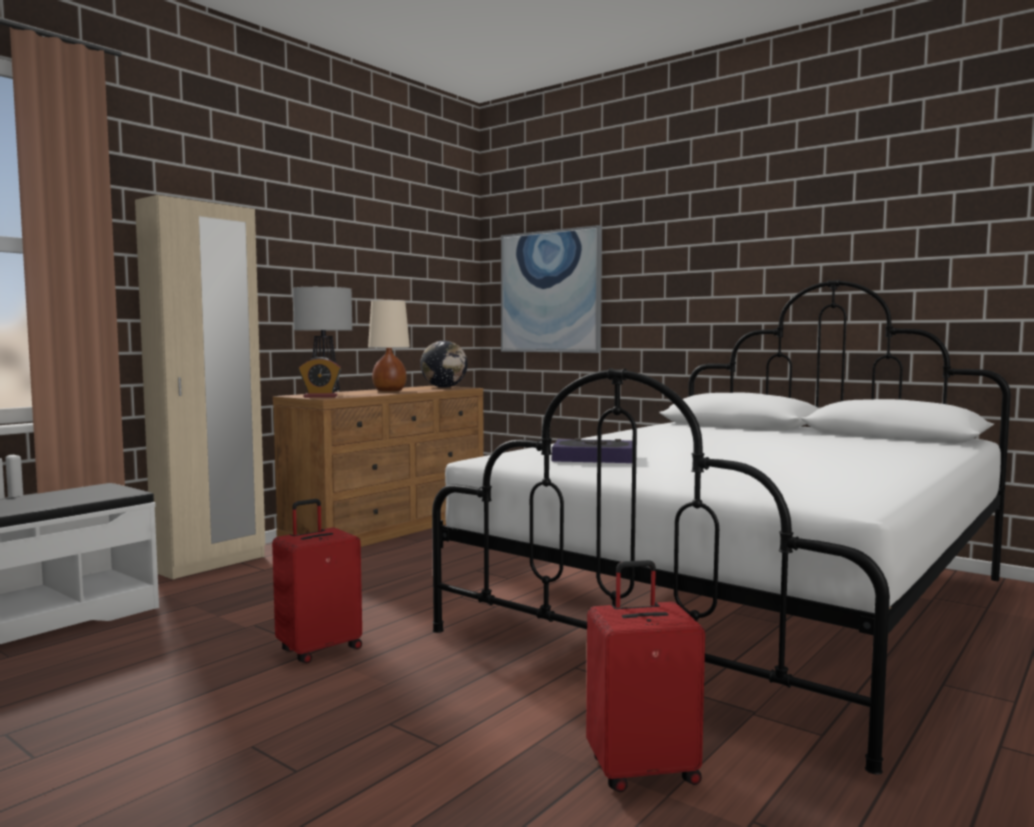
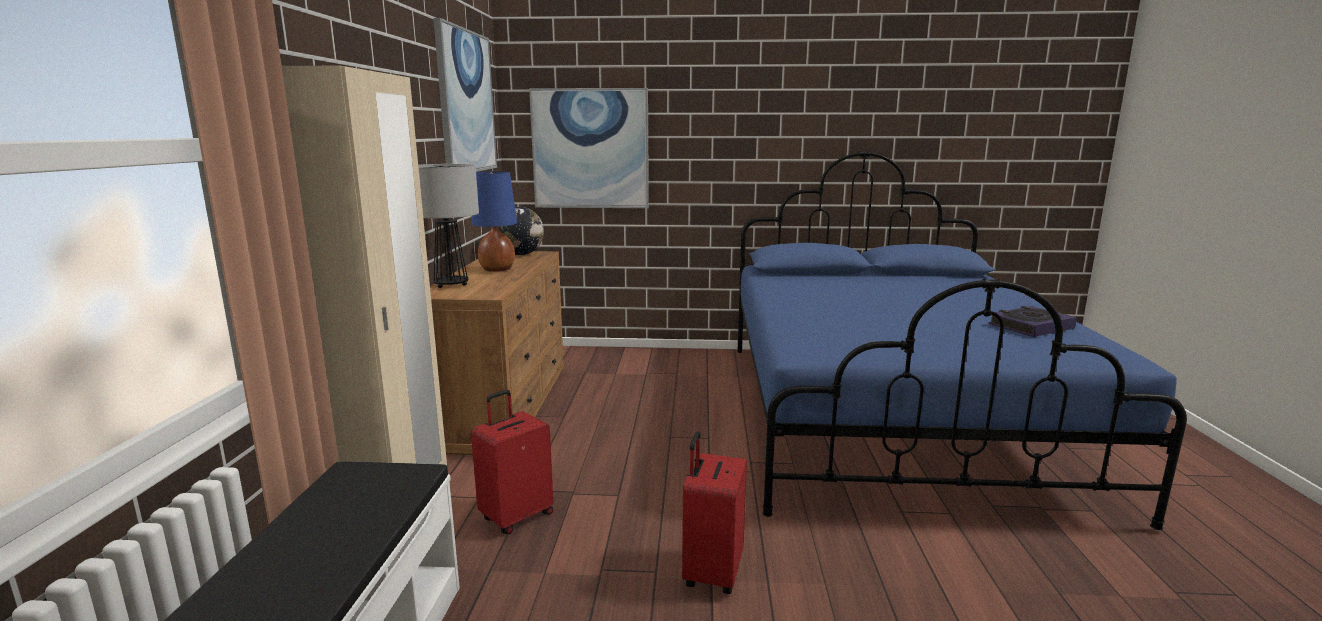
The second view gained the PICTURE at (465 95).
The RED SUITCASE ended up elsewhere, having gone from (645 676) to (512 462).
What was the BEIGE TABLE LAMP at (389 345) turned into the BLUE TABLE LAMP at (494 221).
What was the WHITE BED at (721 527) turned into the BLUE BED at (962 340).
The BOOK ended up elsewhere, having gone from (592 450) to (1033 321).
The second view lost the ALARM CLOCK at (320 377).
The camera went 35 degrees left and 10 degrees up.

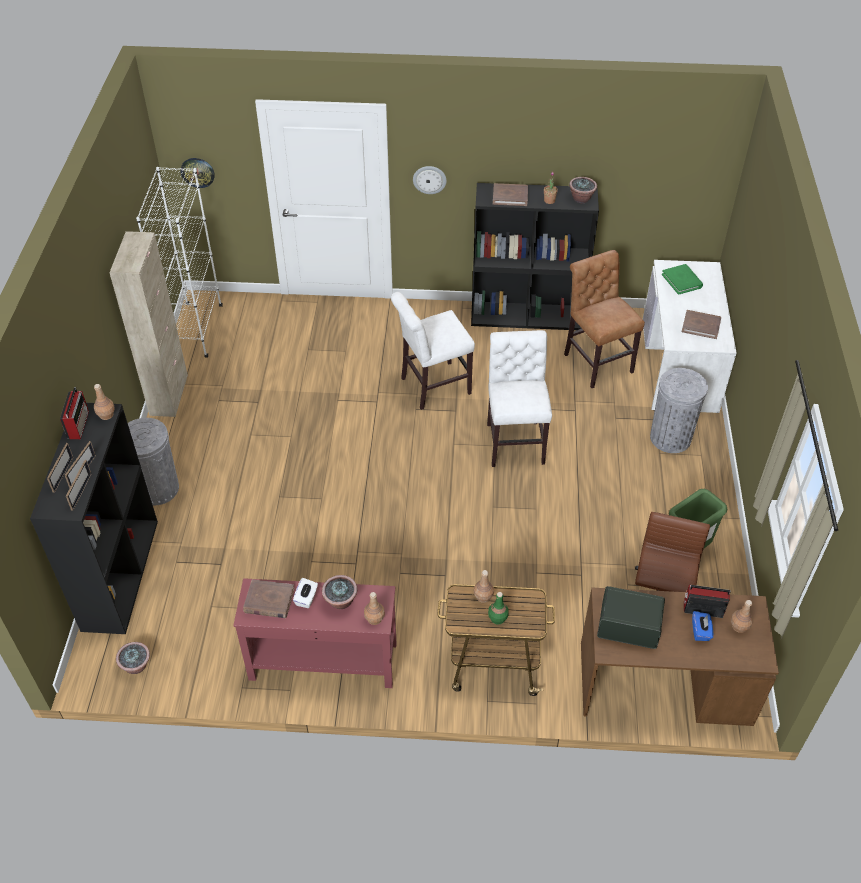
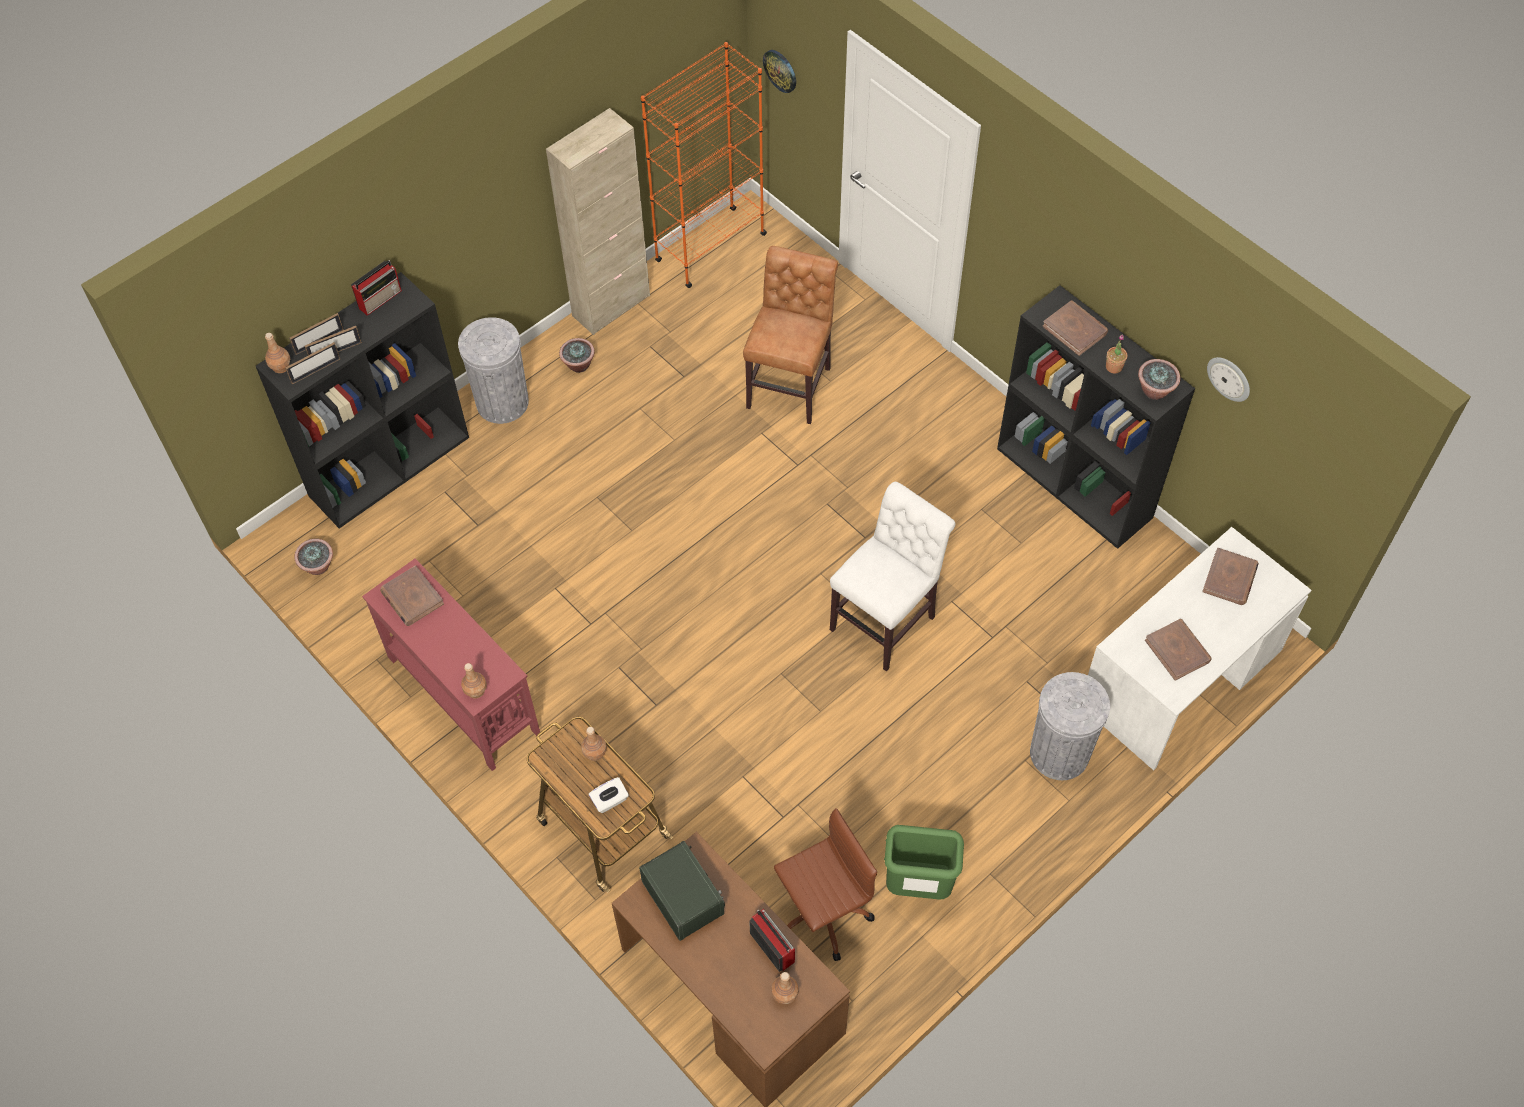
The BROWN BOTTLE ended up elsewhere, having gone from (104 402) to (277 353).
The POTTED PLANT ended up elsewhere, having gone from (340 592) to (577 355).
The WHITE TISSUE BOX ended up elsewhere, having gone from (305 593) to (609 795).
What was the WHITE BOOKCASE at (179 262) turned into the ORANGE BOOKCASE at (704 165).
The BROWN CHAIR ended up elsewhere, having gone from (604 319) to (790 335).
What was the GREEN BOOK at (682 279) turned into the BROWN BOOK at (1230 576).
The WALL CLOCK ended up elsewhere, having gone from (430 180) to (1228 379).
The second view lost the WHITE CHAIR at (433 351).
The second view lost the GREEN BOTTLE at (498 608).
The second view lost the BLUE TISSUE BOX at (702 626).
The camera went 45 degrees right and 10 degrees up.

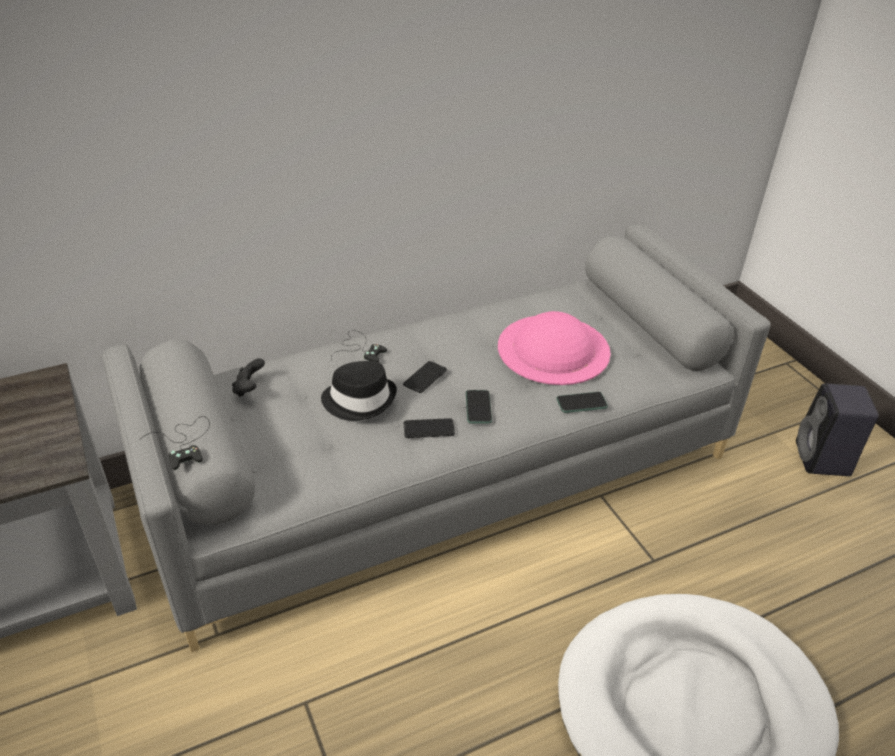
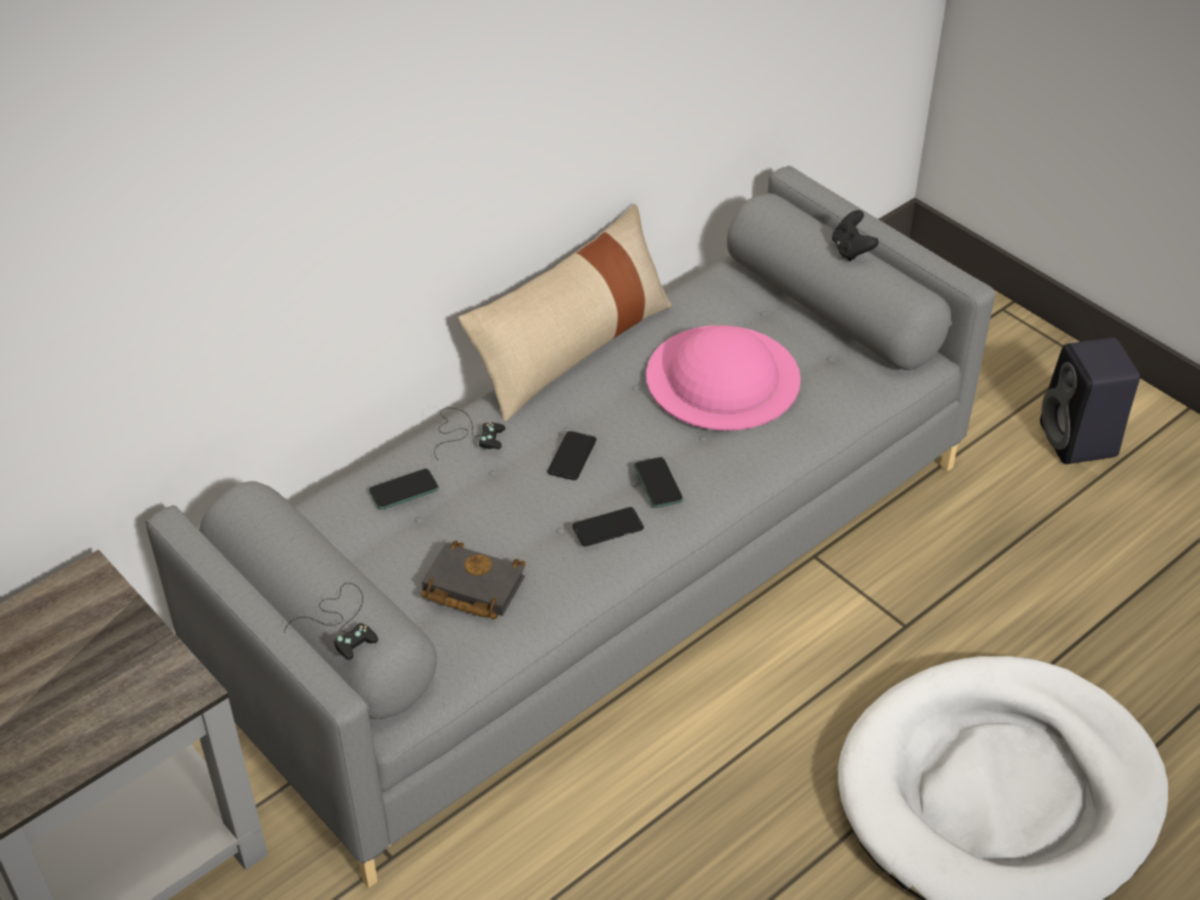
The PHONE ended up elsewhere, having gone from (582 402) to (404 489).
The second view gained the BLACK BOOK at (473 580).
The second view gained the BEIGE PILLOW at (565 312).
The BLACK GAME CONTROLLER ended up elsewhere, having gone from (248 377) to (855 235).
The second view lost the BLACK HAT at (359 391).
The camera went 15 degrees left and 5 degrees up.

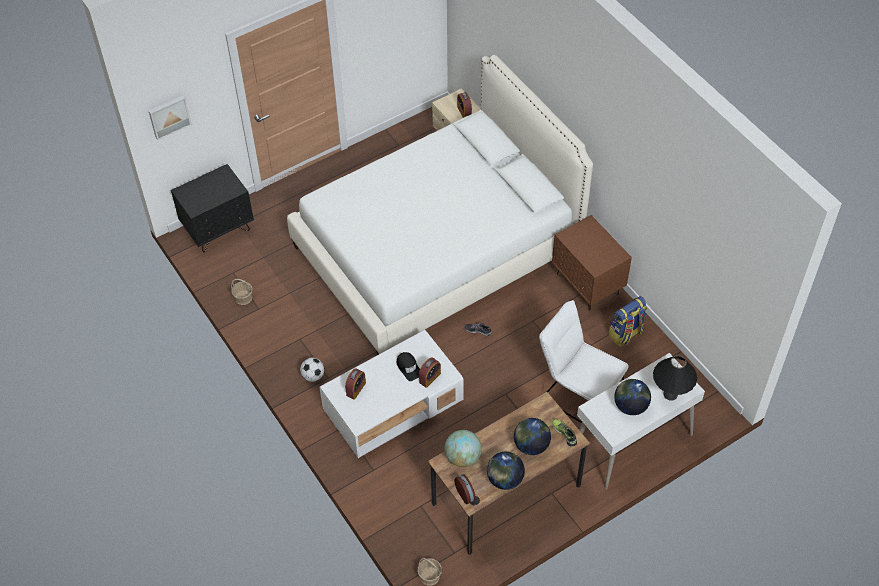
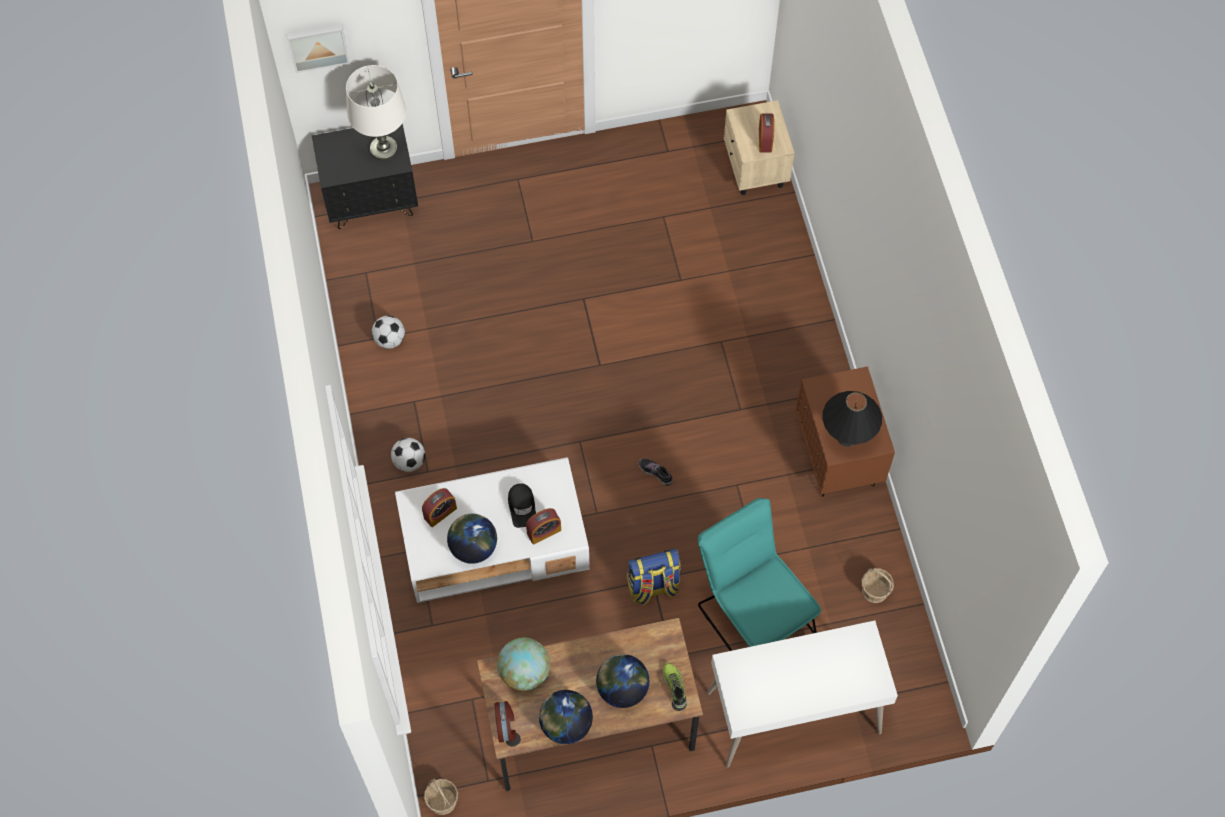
The second view gained the WHITE TABLE LAMP at (376 113).
The second view gained the FOOTBALL at (388 332).
The GLOBE ended up elsewhere, having gone from (632 397) to (472 539).
The BACKPACK ended up elsewhere, having gone from (627 321) to (654 577).
What was the WHITE CHAIR at (584 361) turned into the TURQUOISE CHAIR at (759 574).
The BLACK TABLE LAMP ended up elsewhere, having gone from (675 378) to (852 419).
The BASKET ended up elsewhere, having gone from (242 292) to (878 585).
The second view lost the WHITE BED at (440 205).
The camera went 20 degrees right and 10 degrees up.

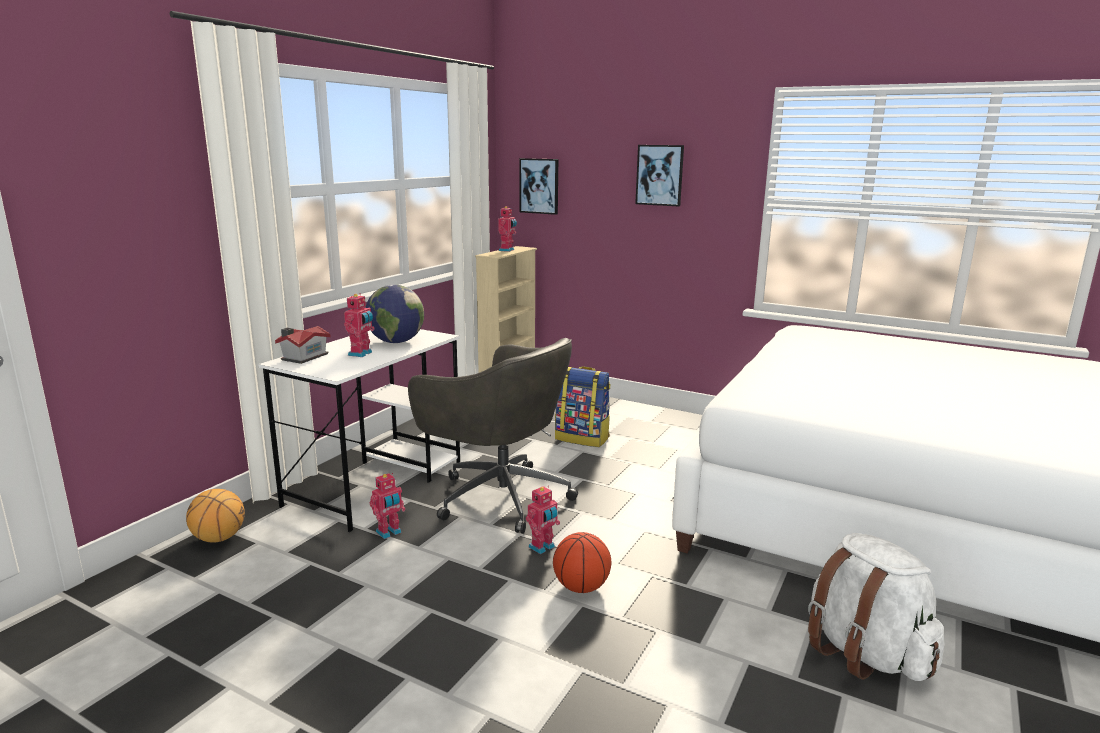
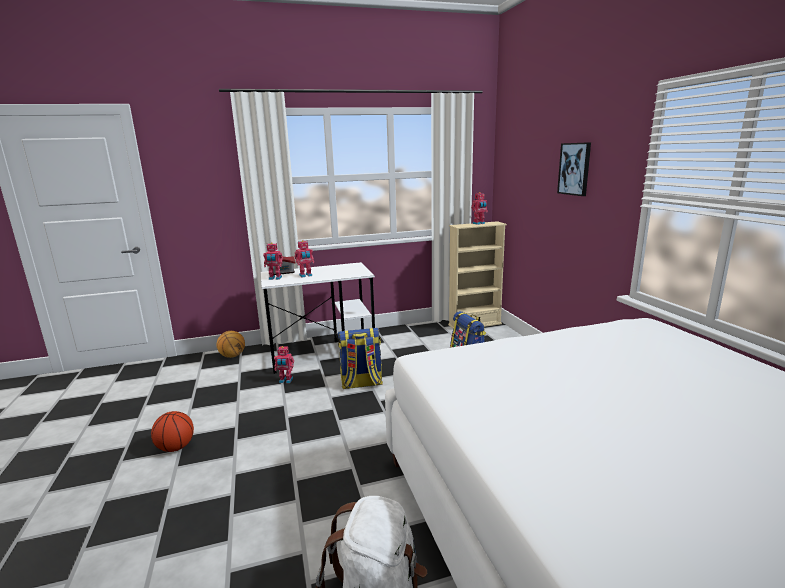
The BASKETBALL ended up elsewhere, having gone from (582 562) to (172 431).
The TOY ROBOT ended up elsewhere, having gone from (543 520) to (273 261).
Where the GREY OFFICE CHAIR stood at (493 436), the BACKPACK came to stand at (360 358).
The second view lost the GLOBE at (394 314).
The second view lost the PICTURE at (538 186).
The camera went 45 degrees right and 0 degrees up.

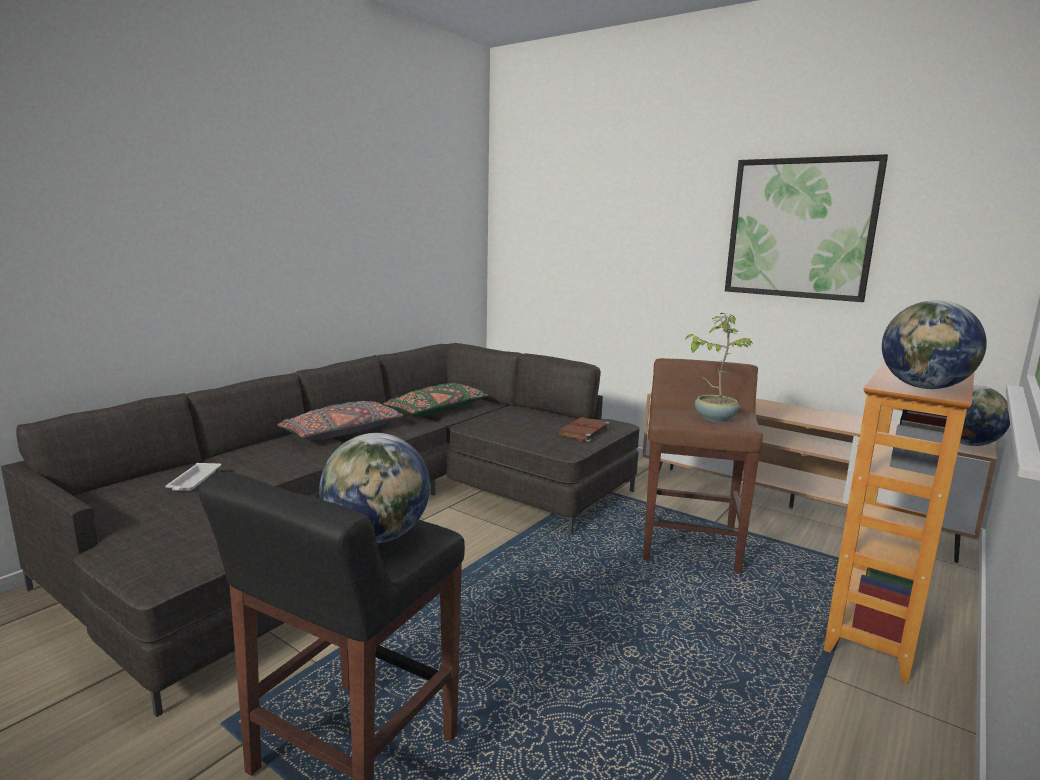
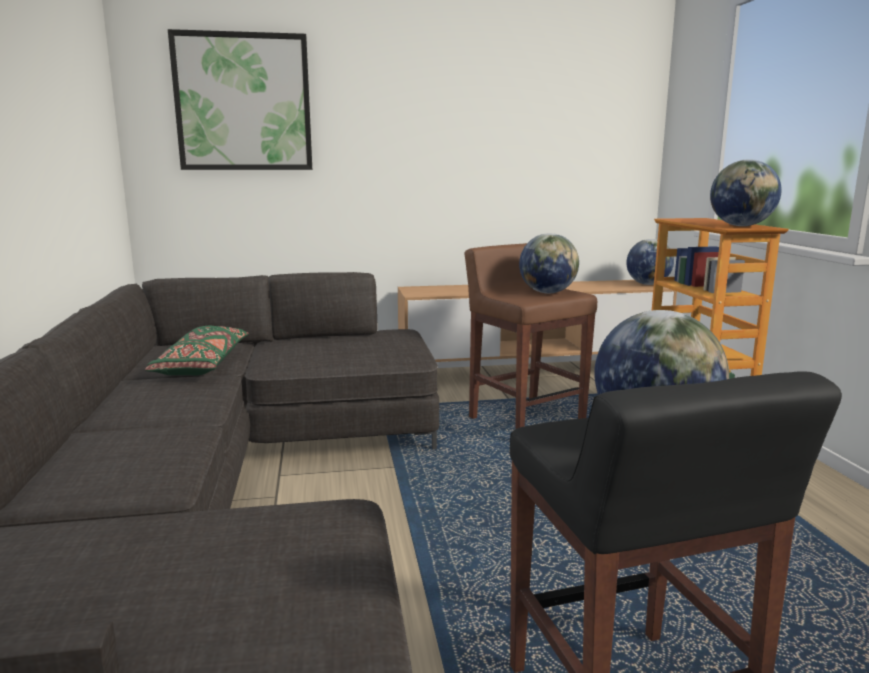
The PICTURE ended up elsewhere, having gone from (806 228) to (240 99).
Where the POTTED PLANT stood at (719 367), the GLOBE came to stand at (549 263).
The second view lost the WHITE TRAY at (193 477).
The second view lost the GREY PILLOW at (340 420).
The second view lost the BROWN BOOK at (583 429).
The camera went 45 degrees left and 0 degrees up.

